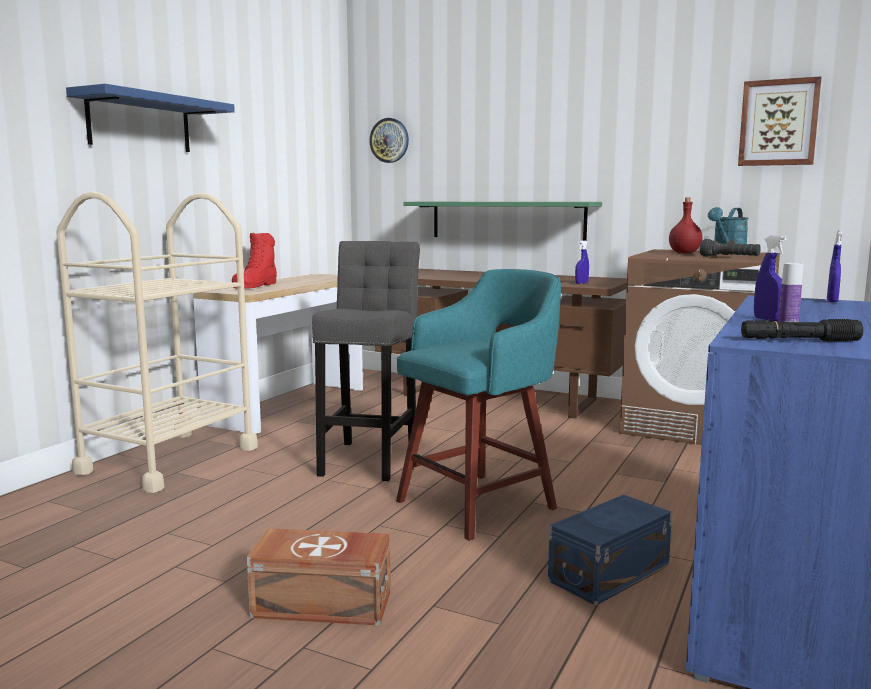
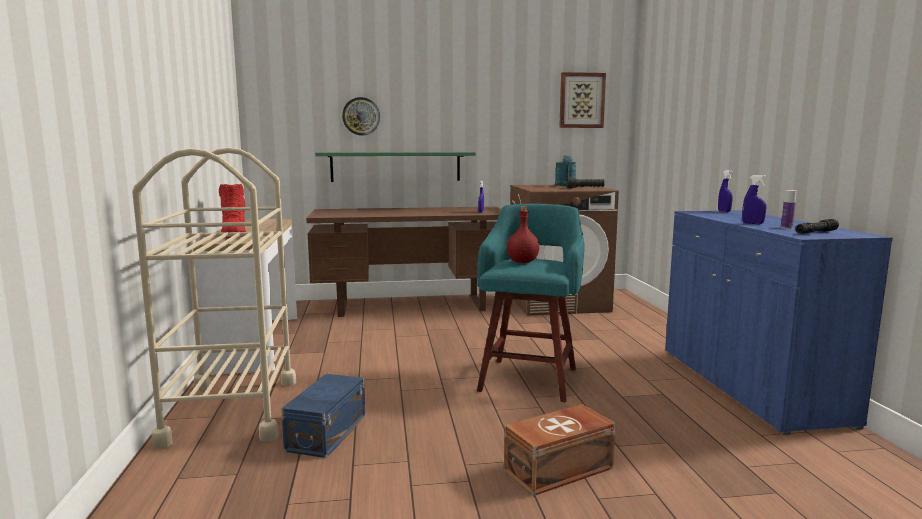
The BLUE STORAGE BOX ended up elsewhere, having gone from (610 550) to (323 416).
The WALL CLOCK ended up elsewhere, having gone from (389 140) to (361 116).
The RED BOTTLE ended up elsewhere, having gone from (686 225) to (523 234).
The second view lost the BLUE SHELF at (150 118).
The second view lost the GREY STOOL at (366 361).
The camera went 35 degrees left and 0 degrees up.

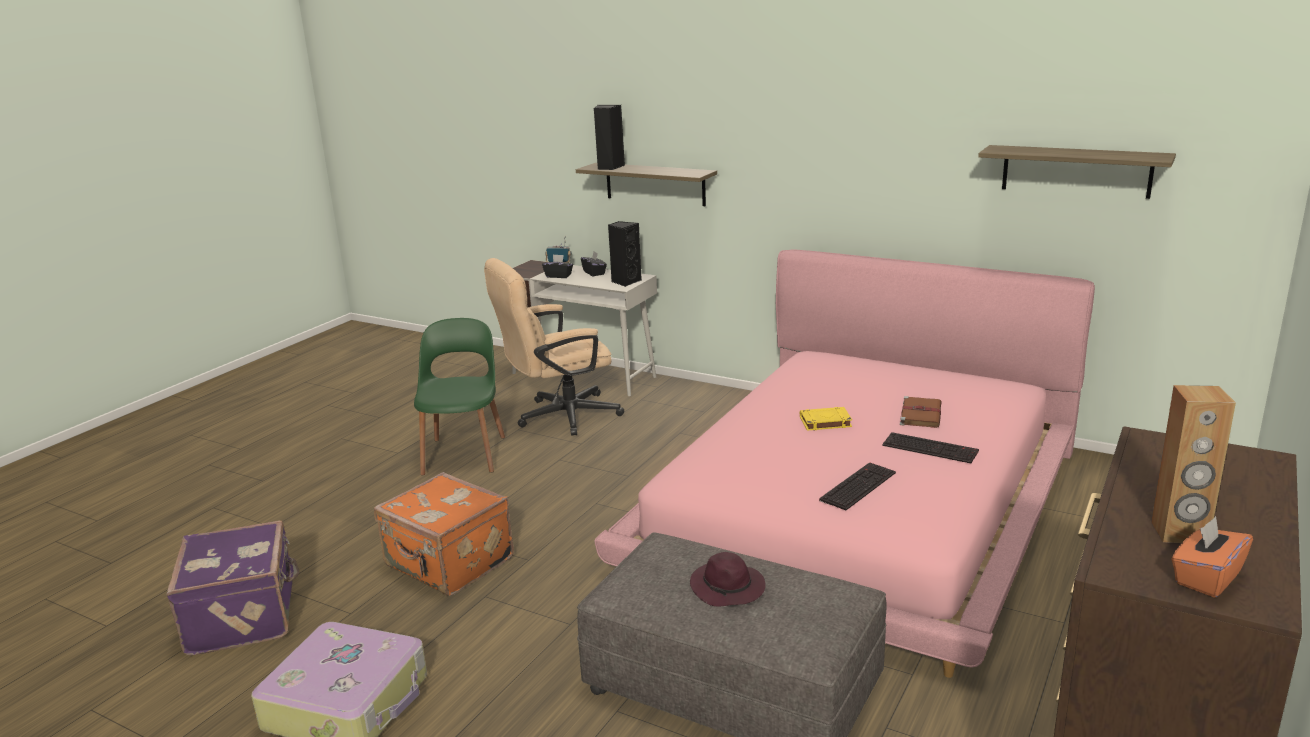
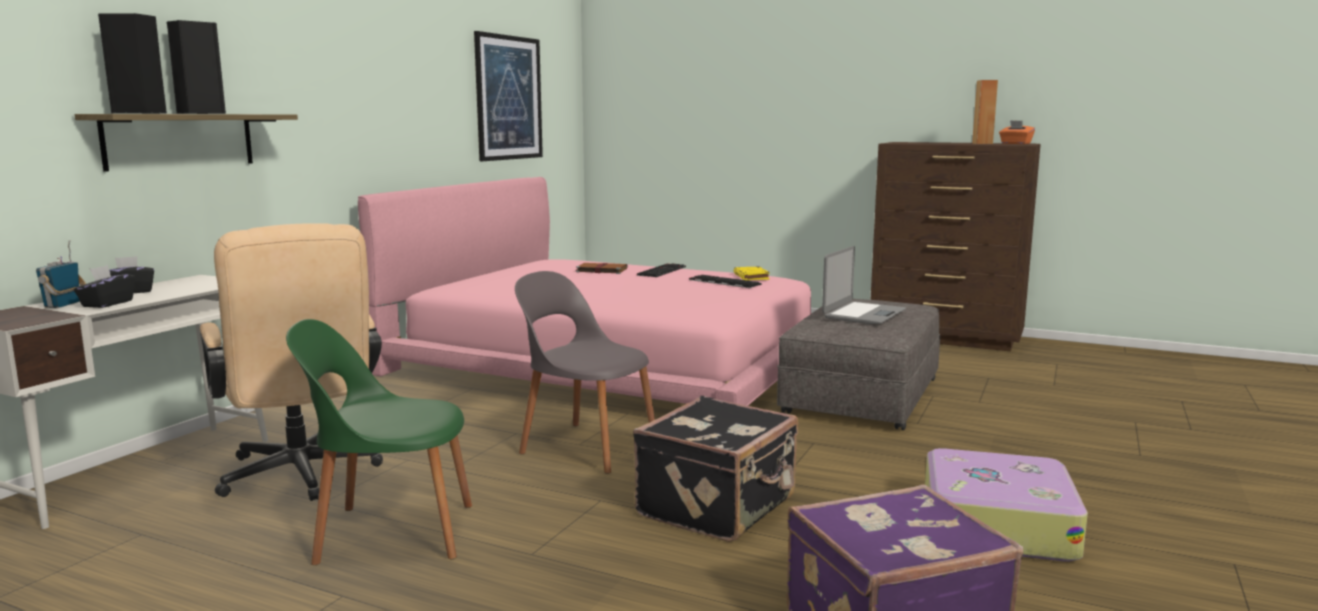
The BLACK SPEAKER ended up elsewhere, having gone from (625 254) to (196 67).
Where the SHELF hung at (1077 172), the PICTURE came to hang at (508 96).
The second view gained the GREY CHAIR at (585 372).
What was the ORANGE SUITCASE at (444 534) turned into the BLACK SUITCASE at (715 469).
The YELLOW BOOK ended up elsewhere, having gone from (826 419) to (752 273).
Where the PURPLE HAT stood at (728 579), the LAPTOP came to stand at (864 285).
The camera went 95 degrees left and 10 degrees down.

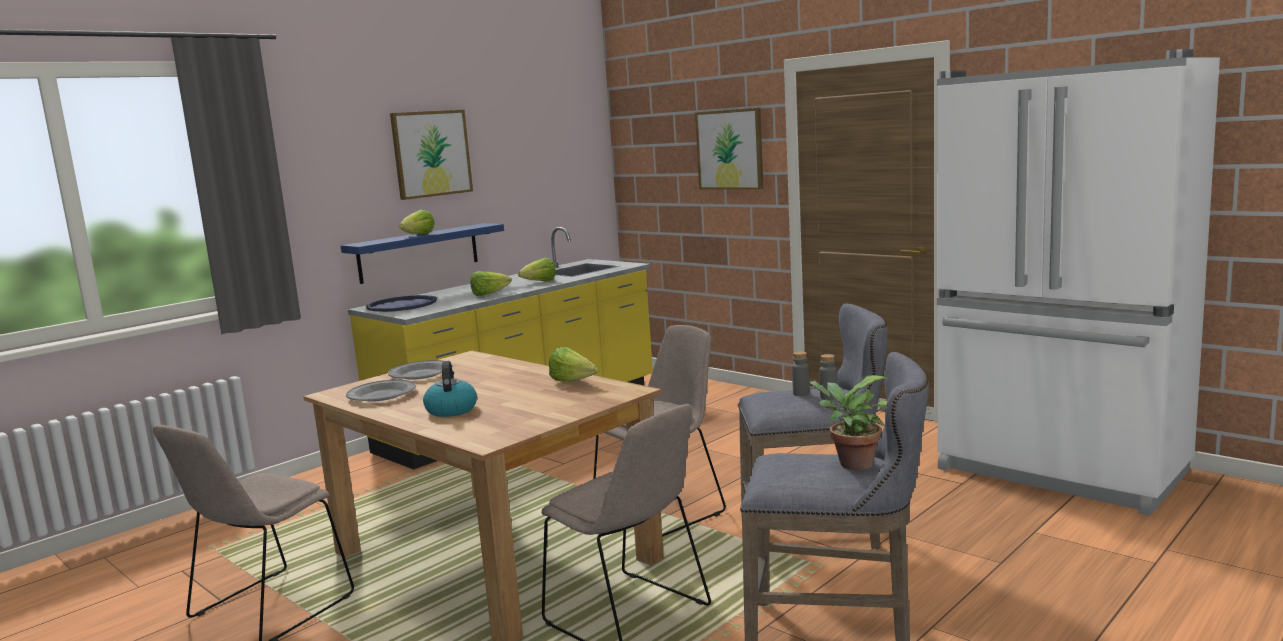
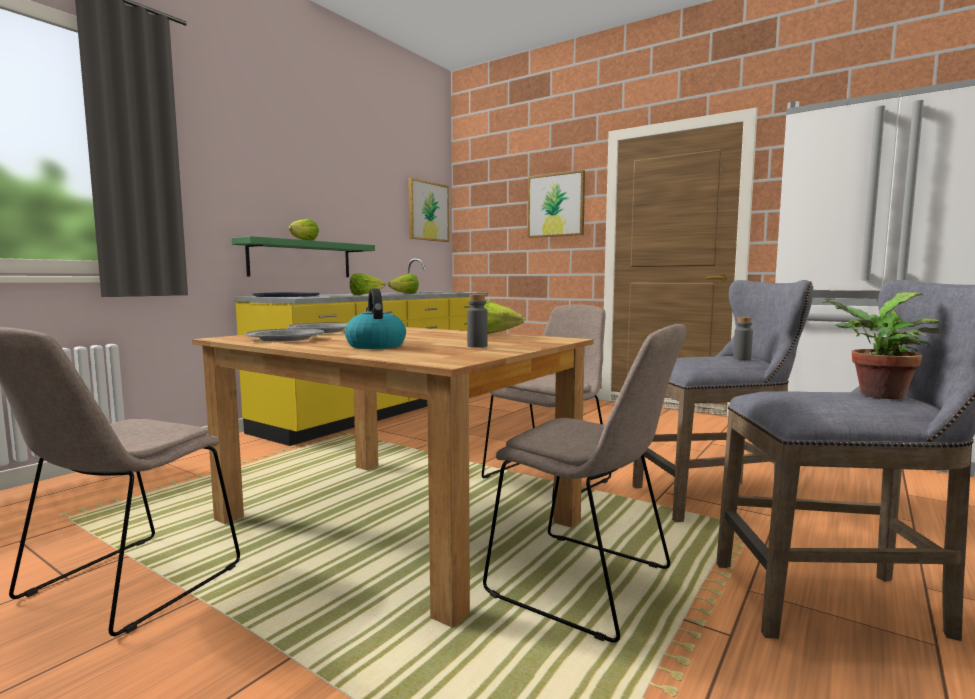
What was the BLUE SHELF at (422 253) turned into the GREEN SHELF at (303 256).
The PICTURE ended up elsewhere, having gone from (431 155) to (428 210).
The GREY BOTTLE ended up elsewhere, having gone from (801 373) to (477 321).
The camera went 10 degrees left and 5 degrees down.

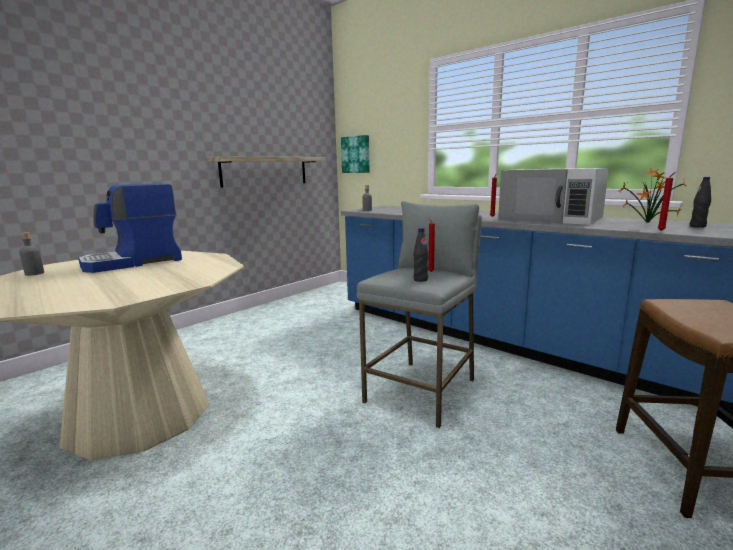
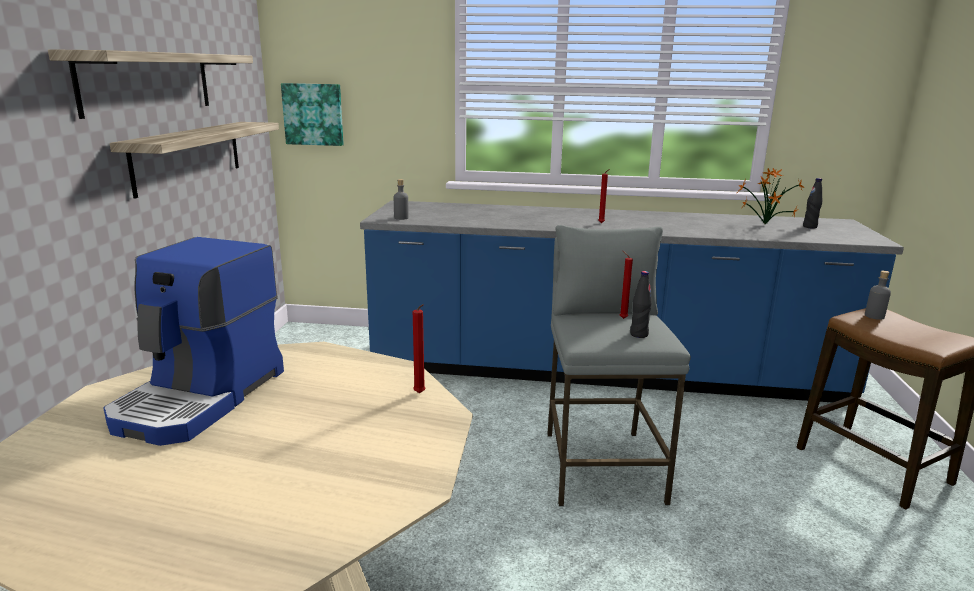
The second view gained the SHELF at (150 84).
The RED CANDLE ended up elsewhere, having gone from (666 201) to (419 348).
The GREY BOTTLE ended up elsewhere, having gone from (31 254) to (878 295).
The second view lost the WHITE MICROWAVE at (553 196).
The camera went 35 degrees left and 5 degrees up.

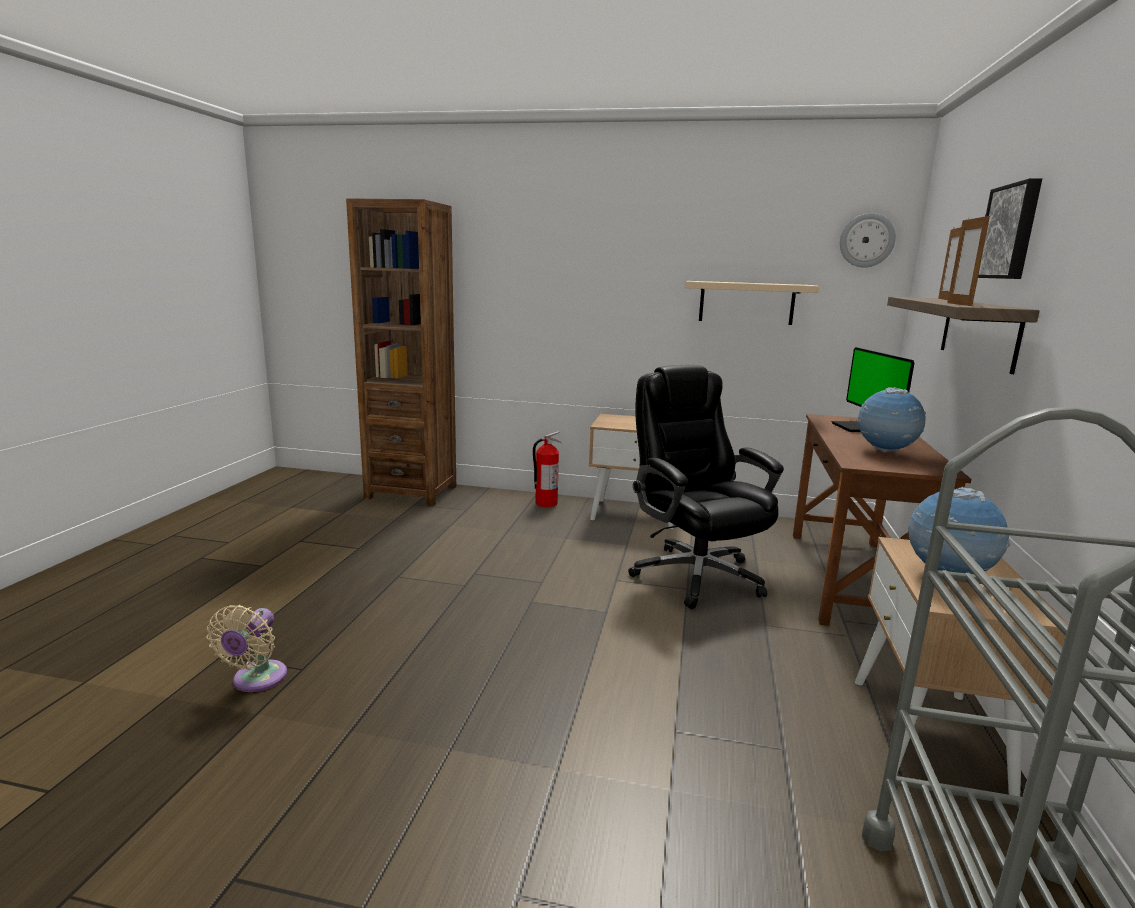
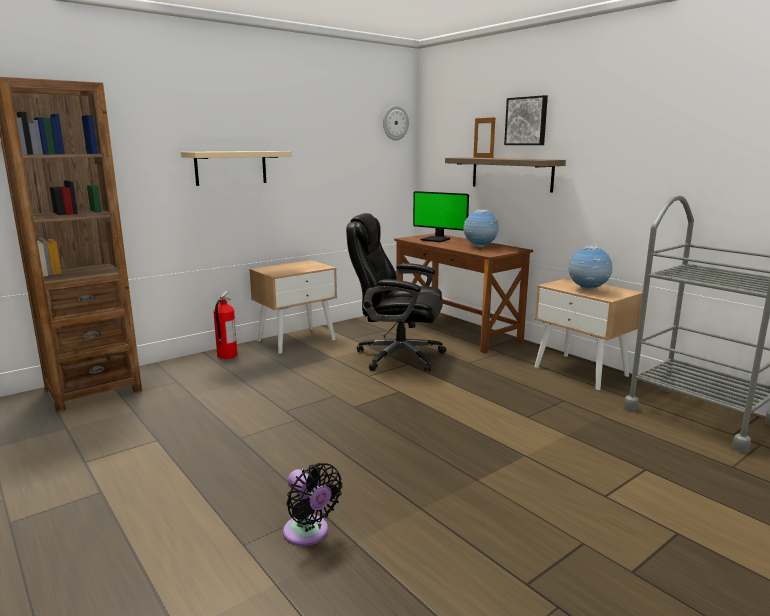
The BEIGE SHELF ended up elsewhere, having gone from (752 303) to (236 168).
What was the BEIGE FAN at (247 648) turned into the BLACK FAN at (313 504).
The second view lost the PICTURE FRAME at (968 259).
The camera went 50 degrees left and 0 degrees up.

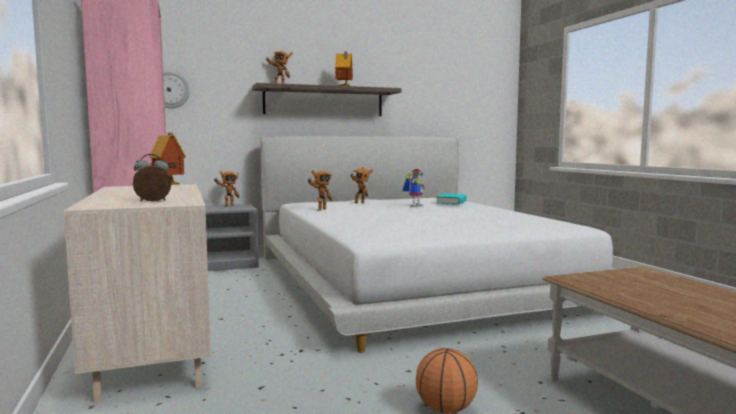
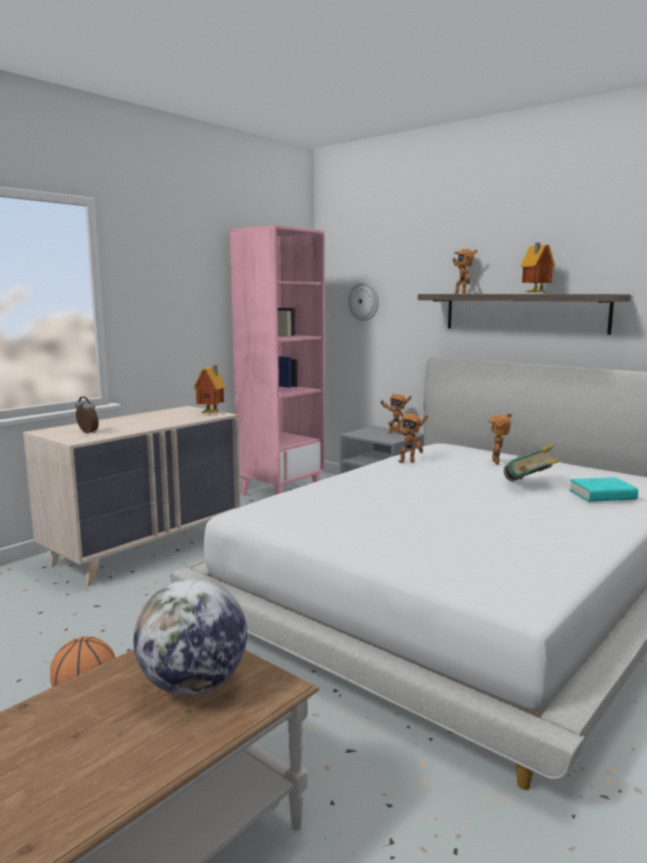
The second view gained the GLOBE at (190 637).
Where the TOY ROBOT stood at (414 188), the BOOK came to stand at (532 462).
The camera went 60 degrees right and 5 degrees up.

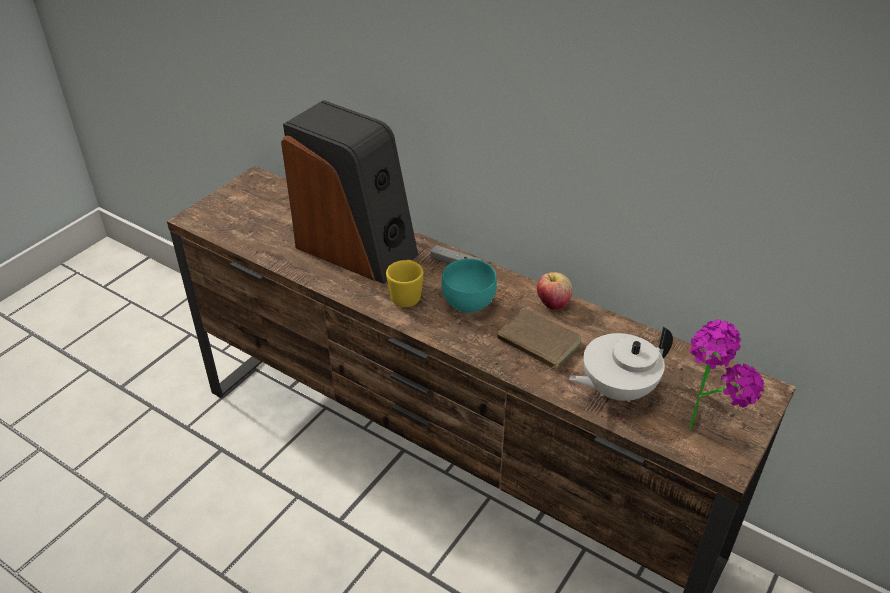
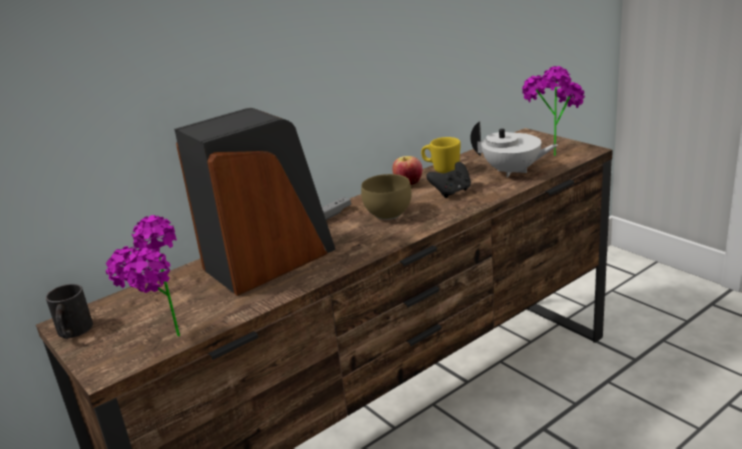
The second view gained the BLACK MUG at (69 311).
The second view gained the POTTED PLANT at (143 275).
What was the TURQUOISE BOWL at (469 286) turned into the BROWN BOWL at (386 197).
The YELLOW MUG ended up elsewhere, having gone from (404 283) to (441 155).
Where the BROWN BOOK stood at (539 341), the BLACK GAME CONTROLLER came to stand at (448 180).
The WHITE TEAPOT at (621 364) ended up facing another way, 60 degrees counterclockwise from before.
The camera went 70 degrees left and 15 degrees down.

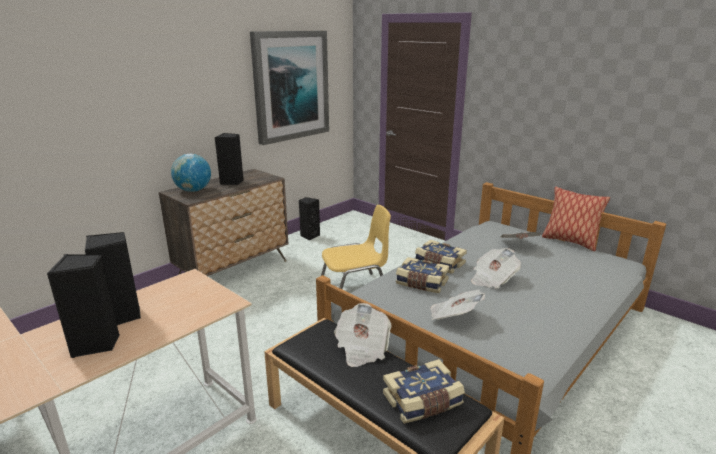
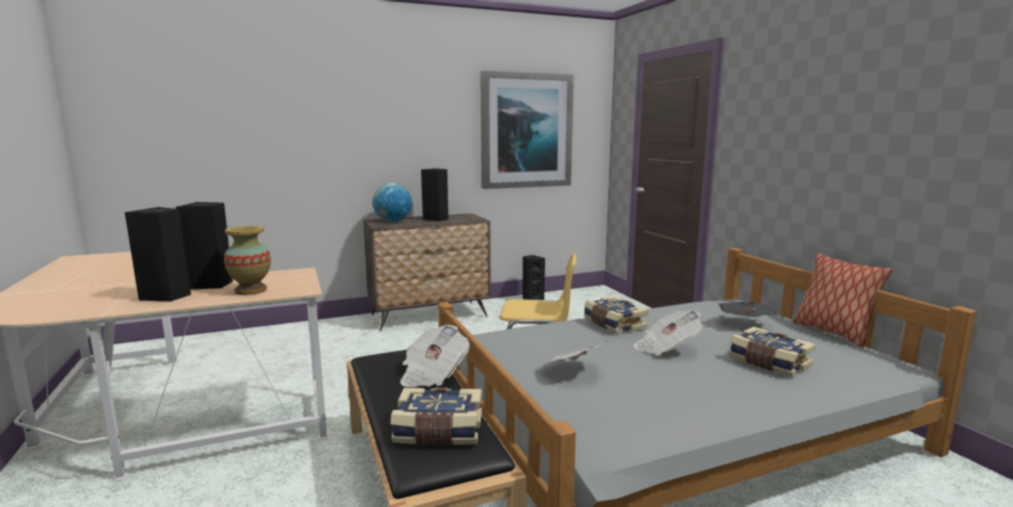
The second view gained the VASE at (247 260).
The BOOK ended up elsewhere, having gone from (422 275) to (772 352).
The camera went 25 degrees right and 10 degrees down.

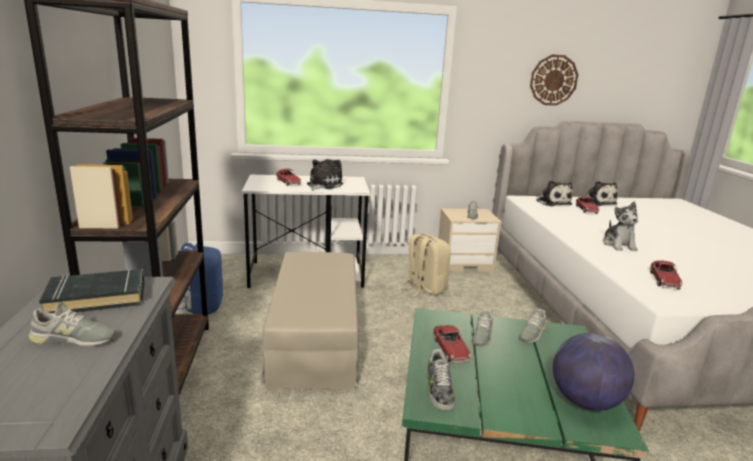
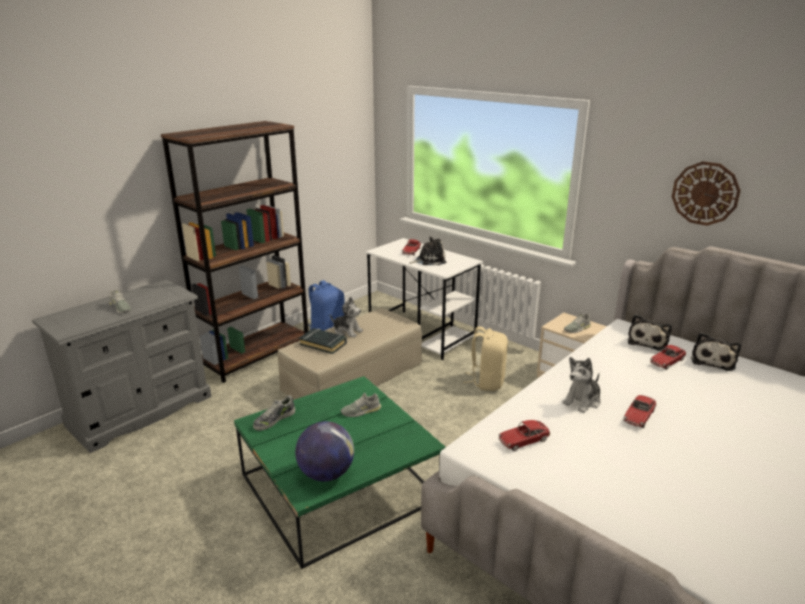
The BLACK BOOK ended up elsewhere, having gone from (91 291) to (323 341).
The second view gained the PLUSH TOY at (346 317).
The TOY CAR ended up elsewhere, having gone from (452 343) to (640 411).
The second view lost the GREY SHOE at (532 326).
The camera went 50 degrees right and 5 degrees up.

